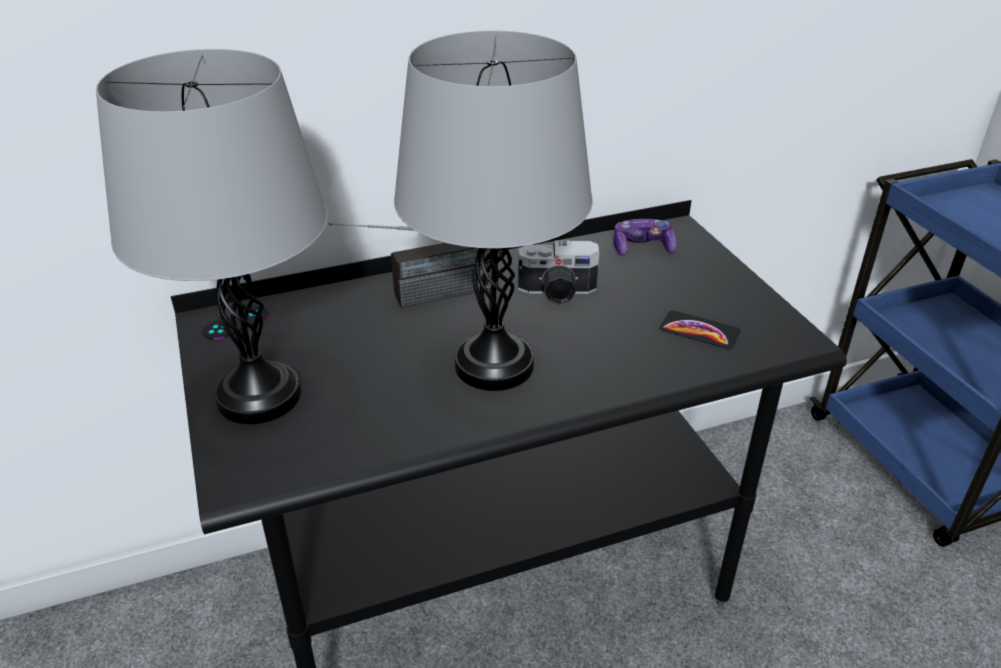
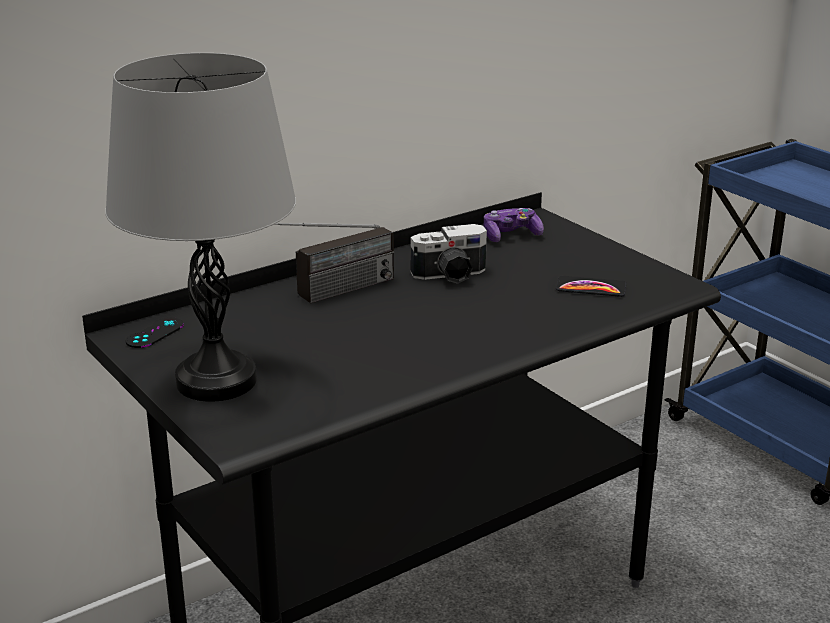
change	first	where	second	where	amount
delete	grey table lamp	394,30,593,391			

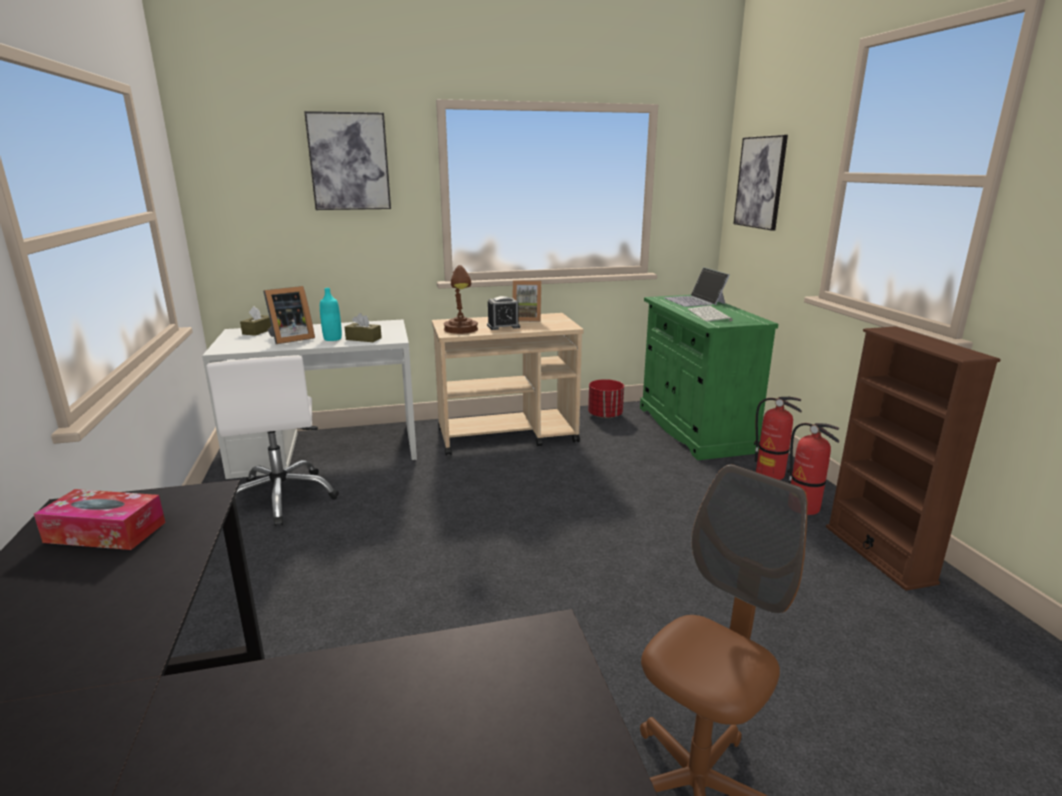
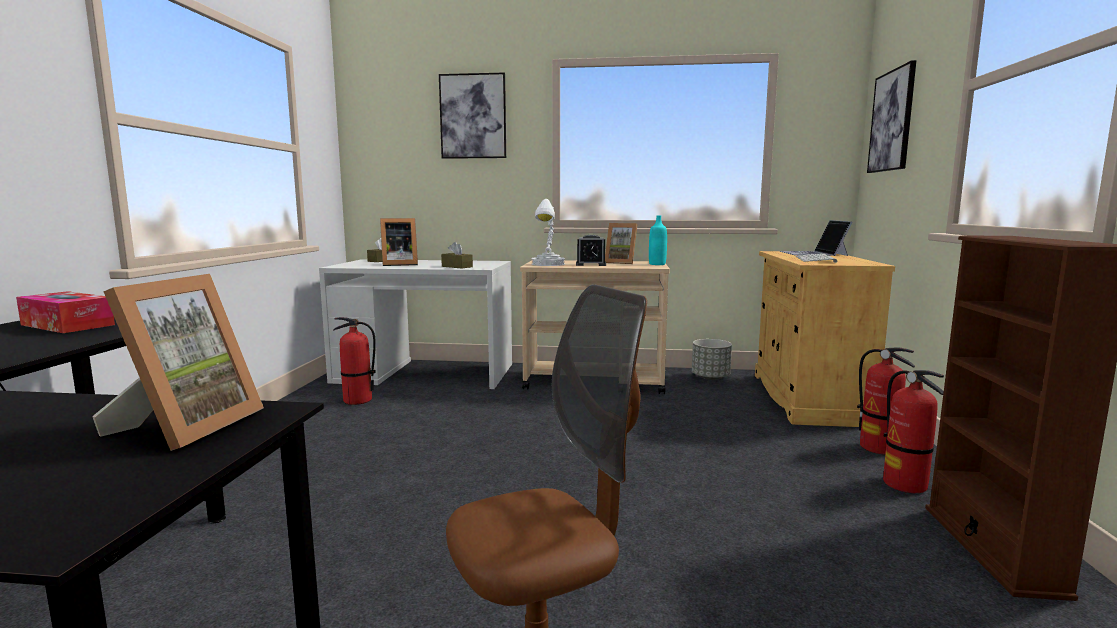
change	first	where	second	where	amount
replace	white office chair	206,356,339,526	fire extinguisher	333,317,376,405	
move	turquoise bottle	320,288,342,341		649,215,667,265	
recolor	brown table lamp	443,265,478,334	white table lamp	532,199,565,266	
recolor	red planter	588,379,624,419	grey planter	692,339,732,380	
recolor	green cabinet	640,295,778,460	beige cabinet	755,251,895,427	
insert			picture frame	92,274,264,451	

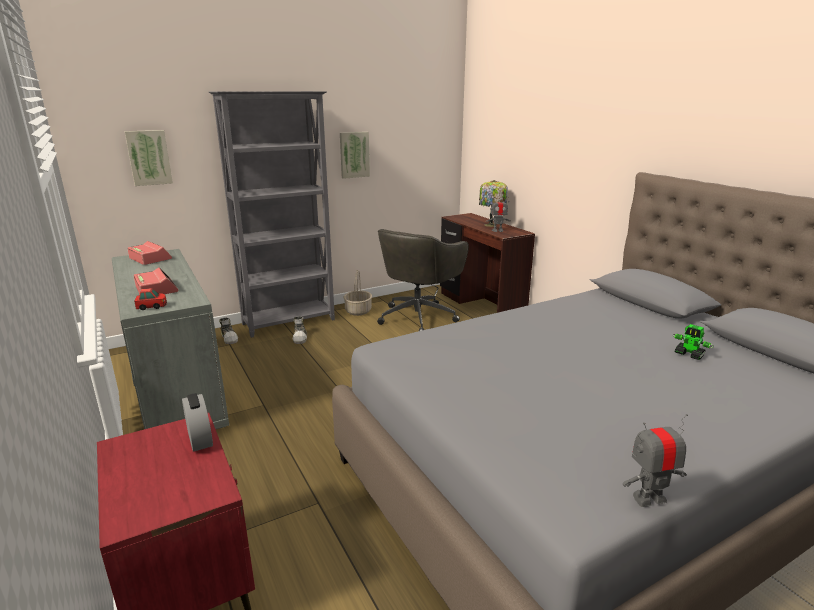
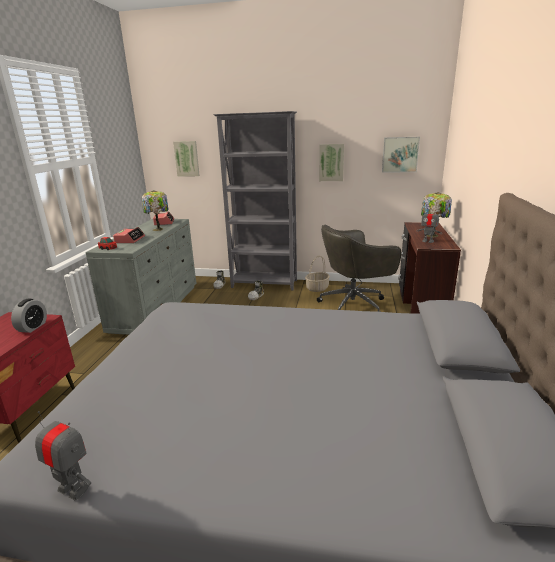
change	first	where	second	where	amount
delete	toy robot	673,324,714,360			
insert			table lamp	142,190,168,231	
insert			picture	382,137,420,173	

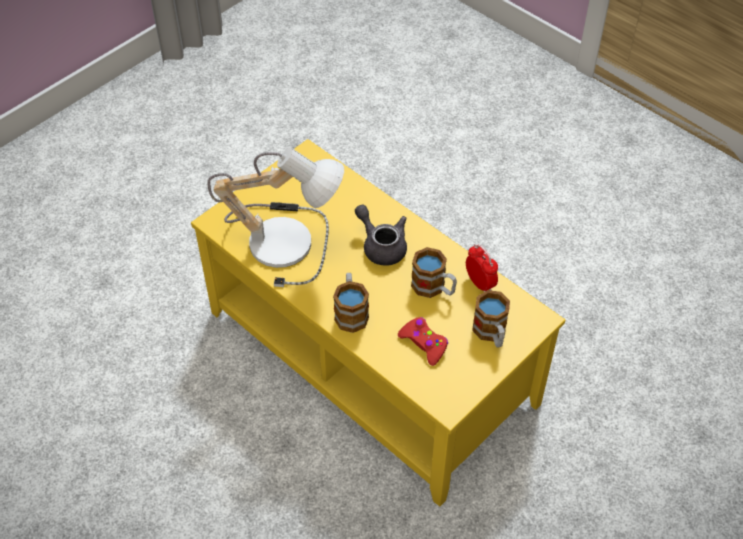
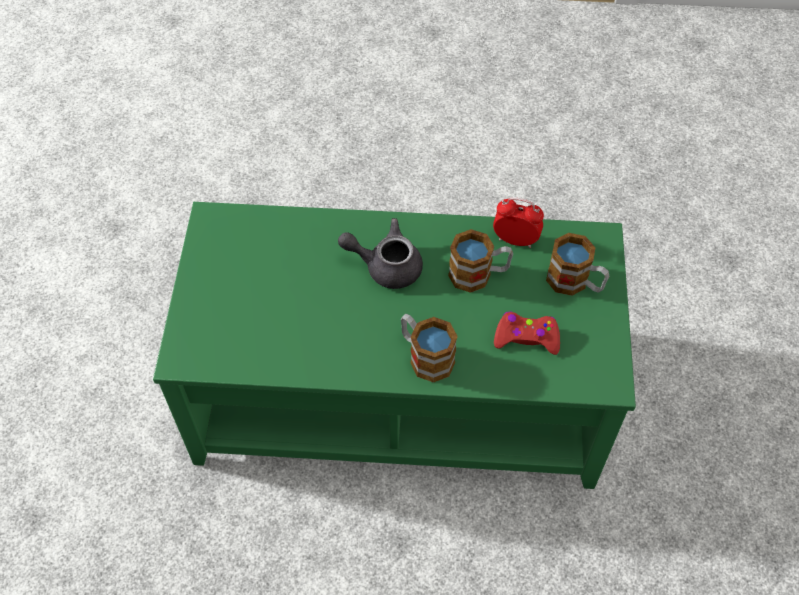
change	first	where	second	where	amount
recolor	yellow coffee table	191,139,565,507	green coffee table	153,202,636,489	
delete	table lamp	207,147,344,287			

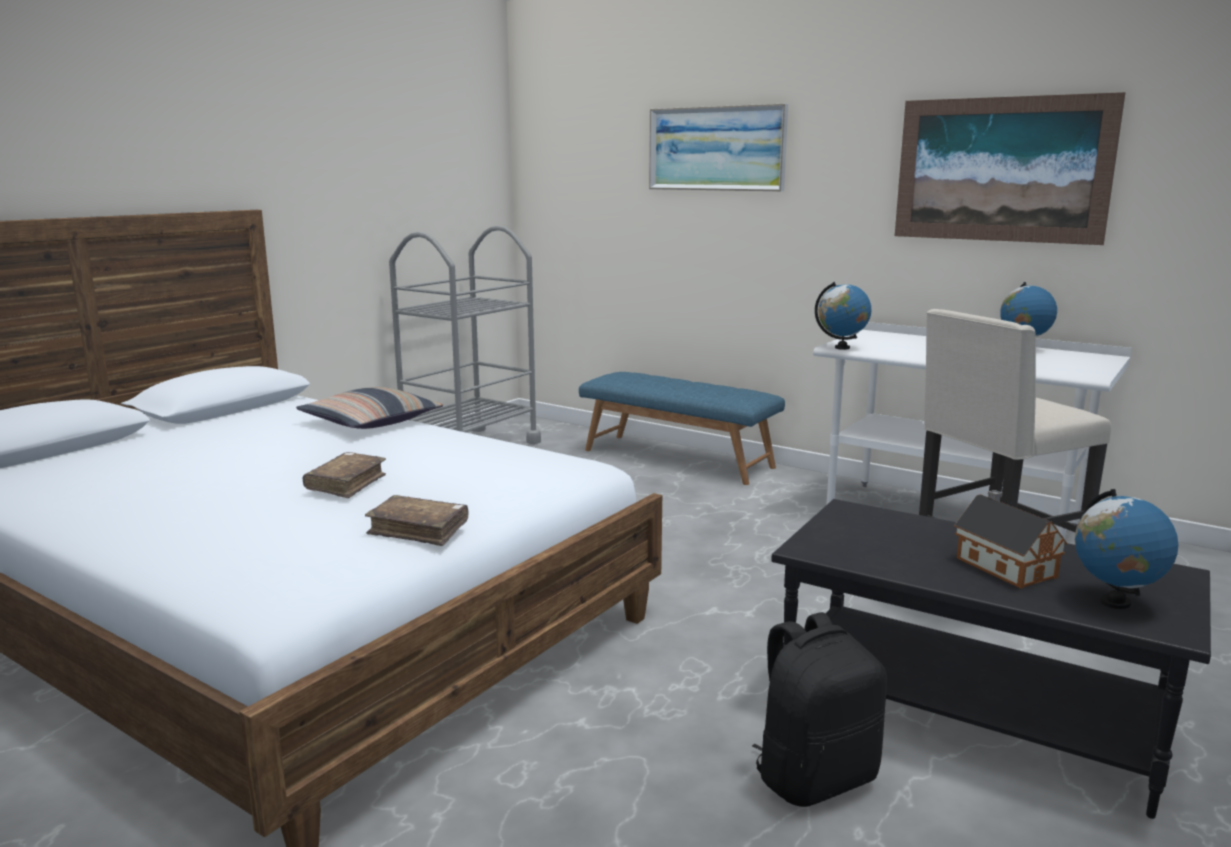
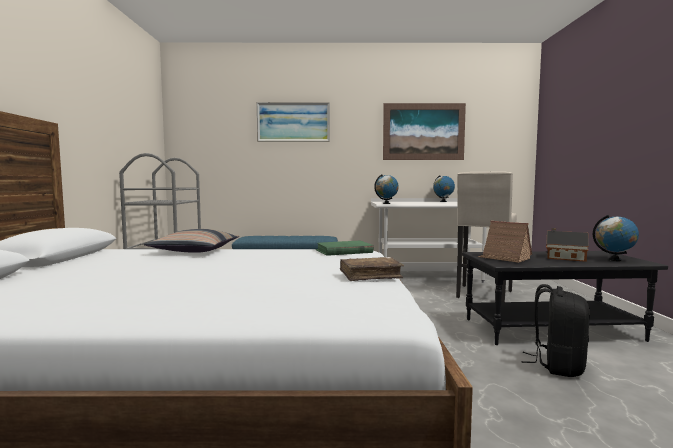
change	first	where	second	where	amount
delete	brown book	303,452,386,498			
insert			green book	316,241,374,256	
insert			toy house	477,221,532,263	

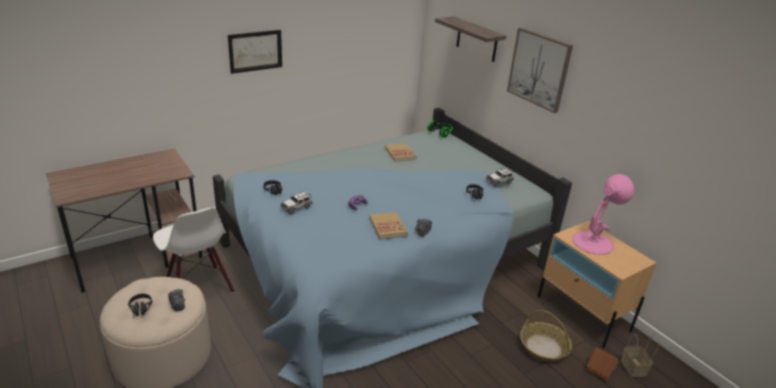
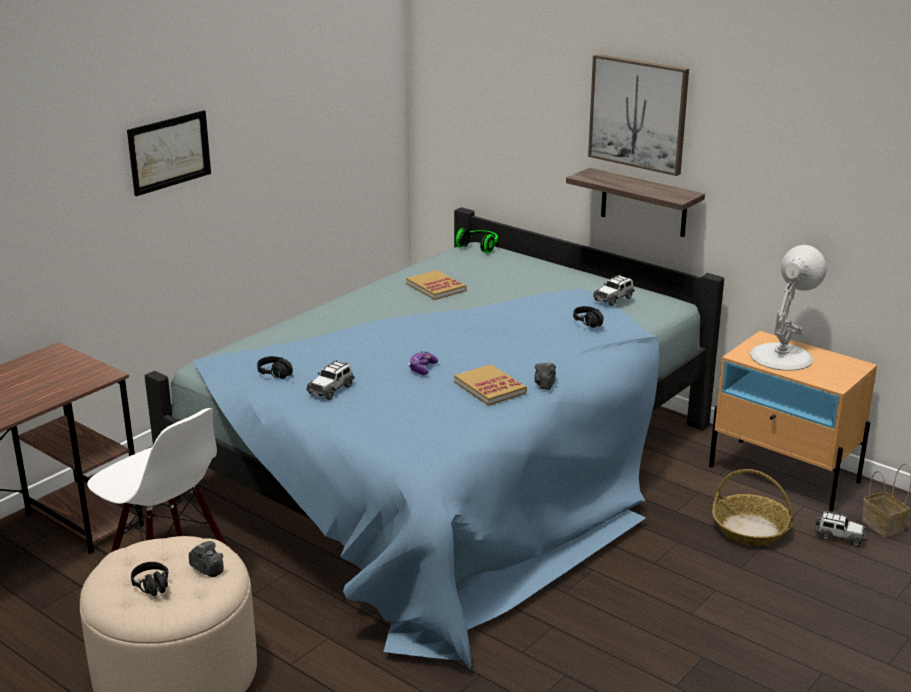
change	first	where	second	where	amount
move	shelf	435,17,506,62		566,168,705,237	
recolor	pink table lamp	572,174,634,255	white table lamp	750,245,827,371	
replace	toy house	587,347,619,381	toy car	815,511,867,547	

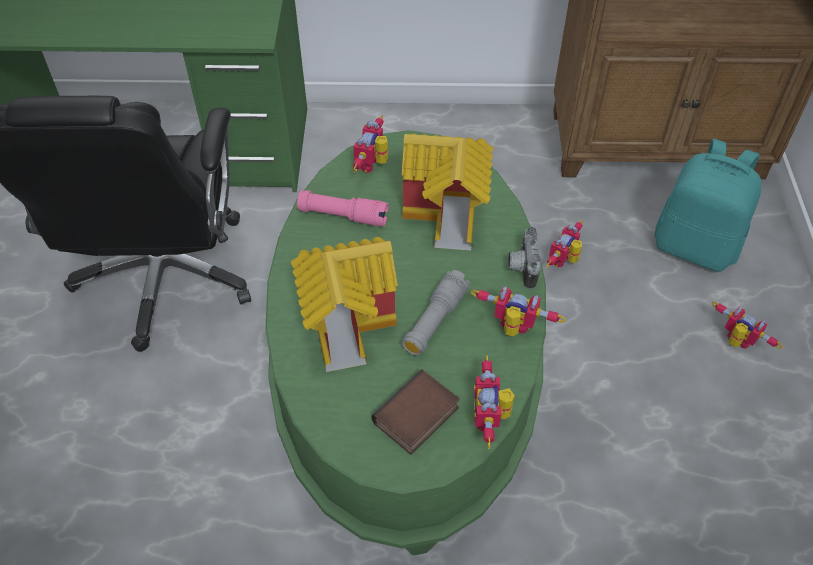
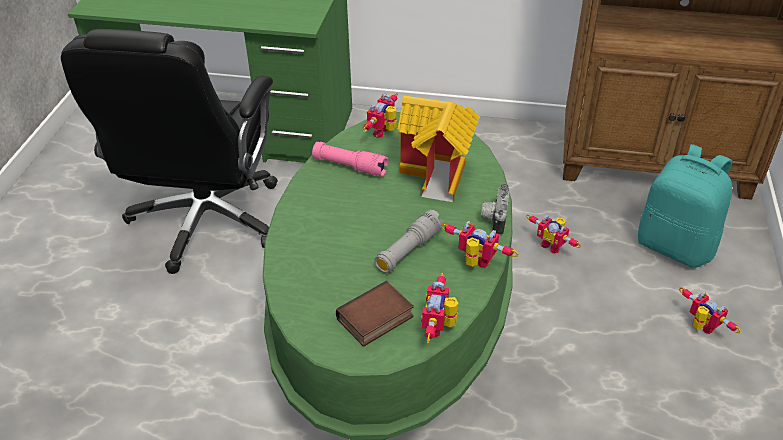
change	first	where	second	where	amount
delete	toy house	291,237,398,372			
rotate	toy robot	547,220,583,268		527,215,581,254	90 degrees counterclockwise

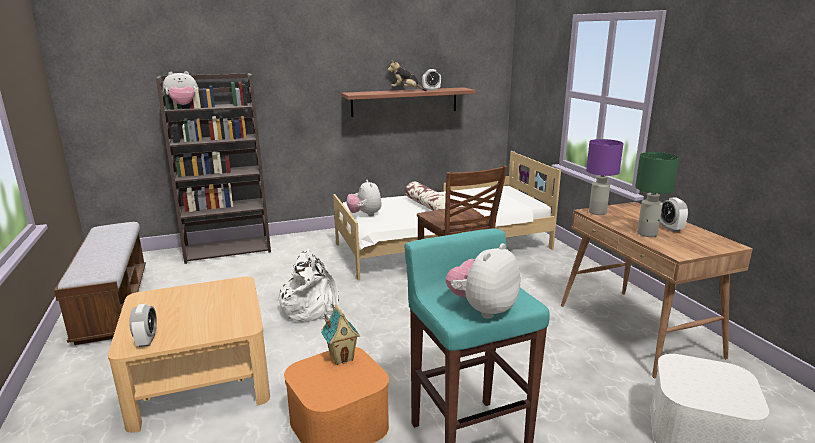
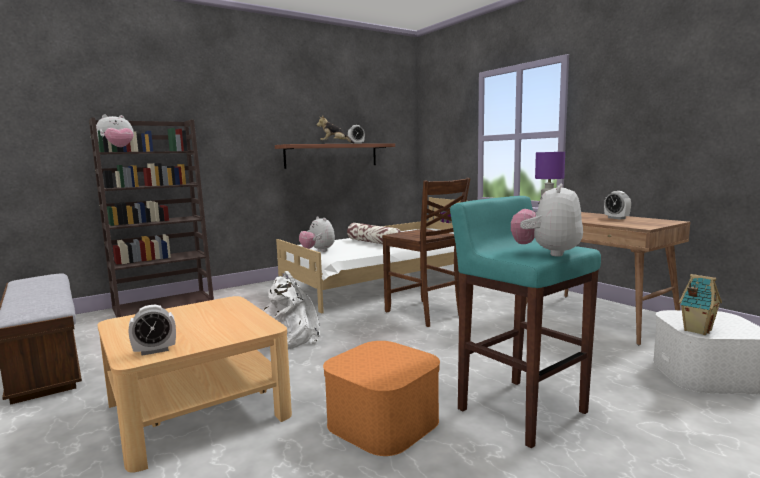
change	first	where	second	where	amount
rotate	alarm clock	129,304,157,347		129,305,176,356	90 degrees clockwise
move	toy house	321,304,360,365		679,274,722,335	
delete	green table lamp	635,152,680,237			

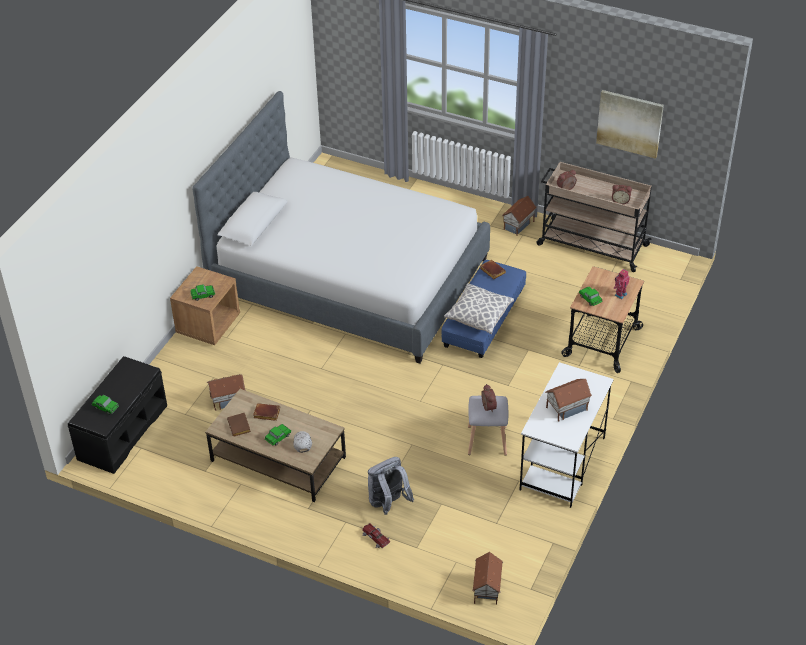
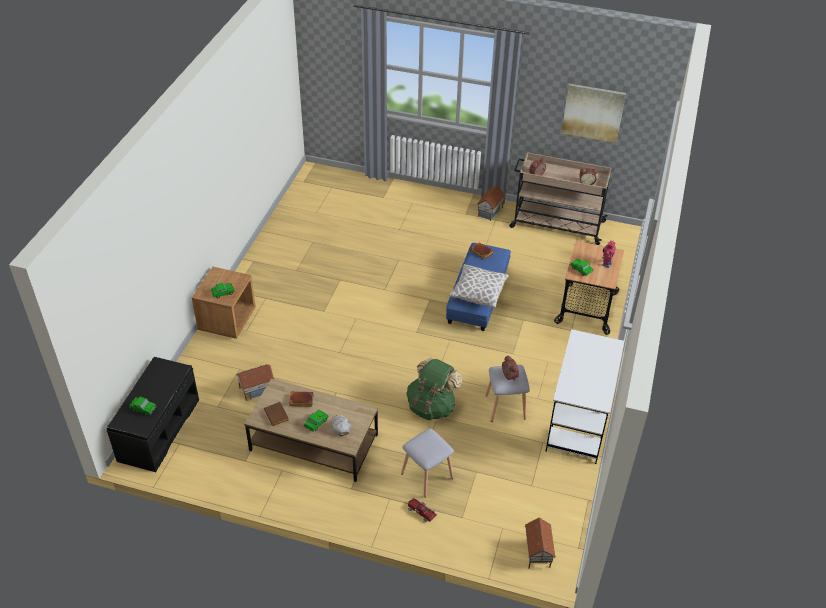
change	first	where	second	where	amount
delete	bed	192,91,490,363			
replace	grey backpack	368,457,414,515	grey stool	401,429,454,498	
delete	toy house	545,379,592,422			
insert			green backpack	407,357,462,420	

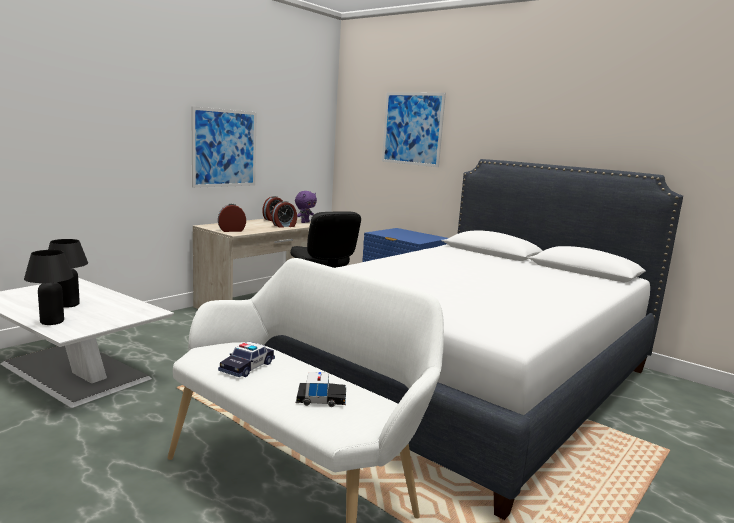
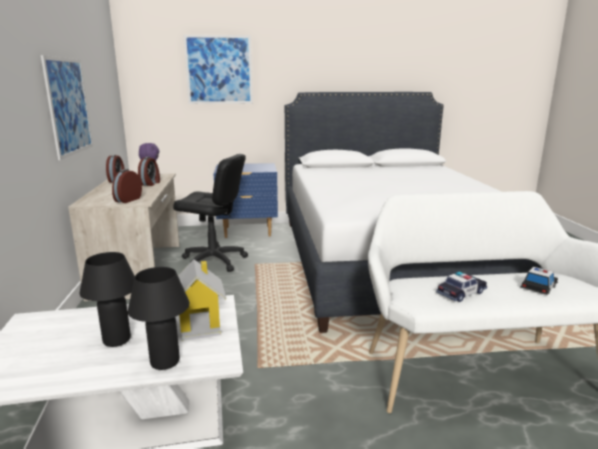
change	first	where	second	where	amount
rotate	toy car	218,341,275,377		436,272,487,302	105 degrees counterclockwise
insert			toy house	178,259,227,341	

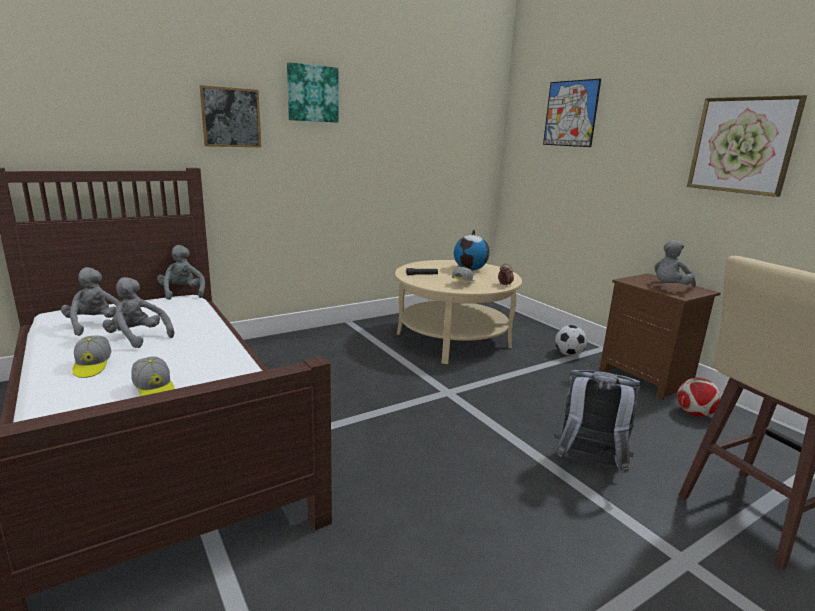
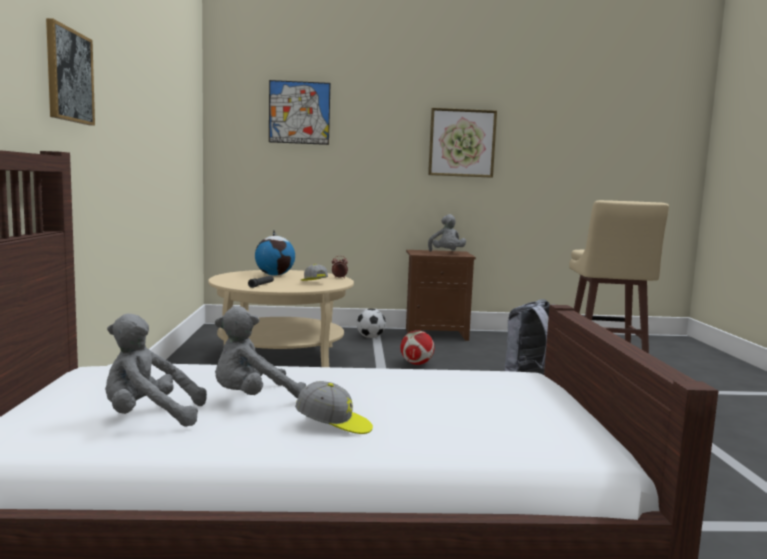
change	first	where	second	where	amount
delete	cap	131,356,175,396			
delete	grey plush toy	157,245,205,300			
delete	picture	287,62,339,123			
move	football	677,377,721,417		400,330,434,365	

